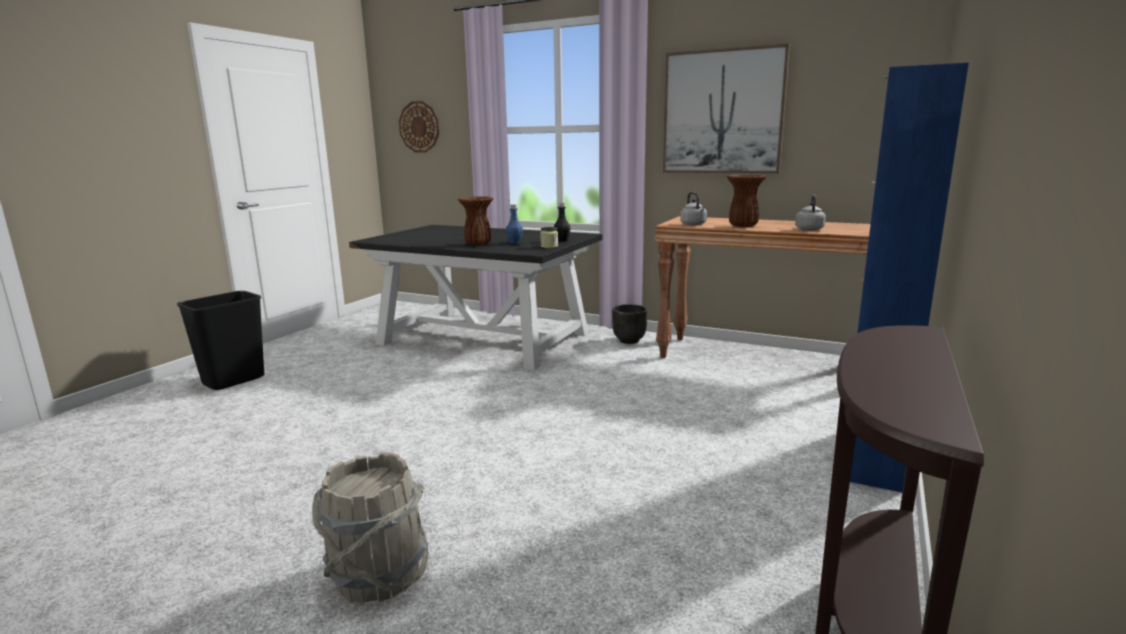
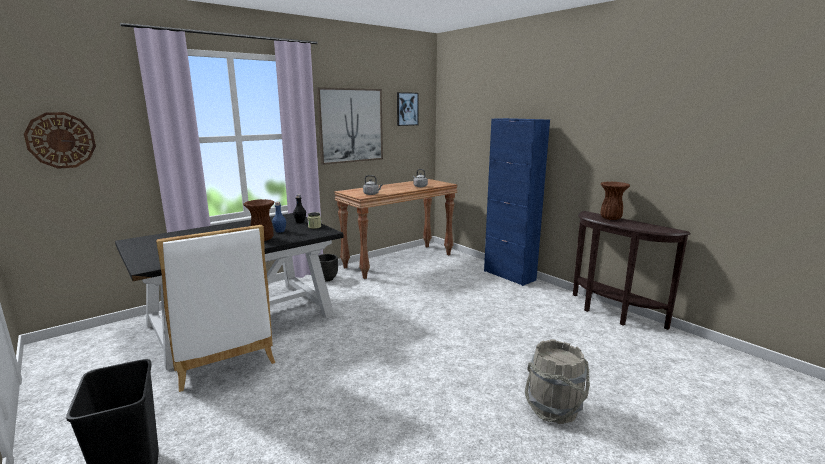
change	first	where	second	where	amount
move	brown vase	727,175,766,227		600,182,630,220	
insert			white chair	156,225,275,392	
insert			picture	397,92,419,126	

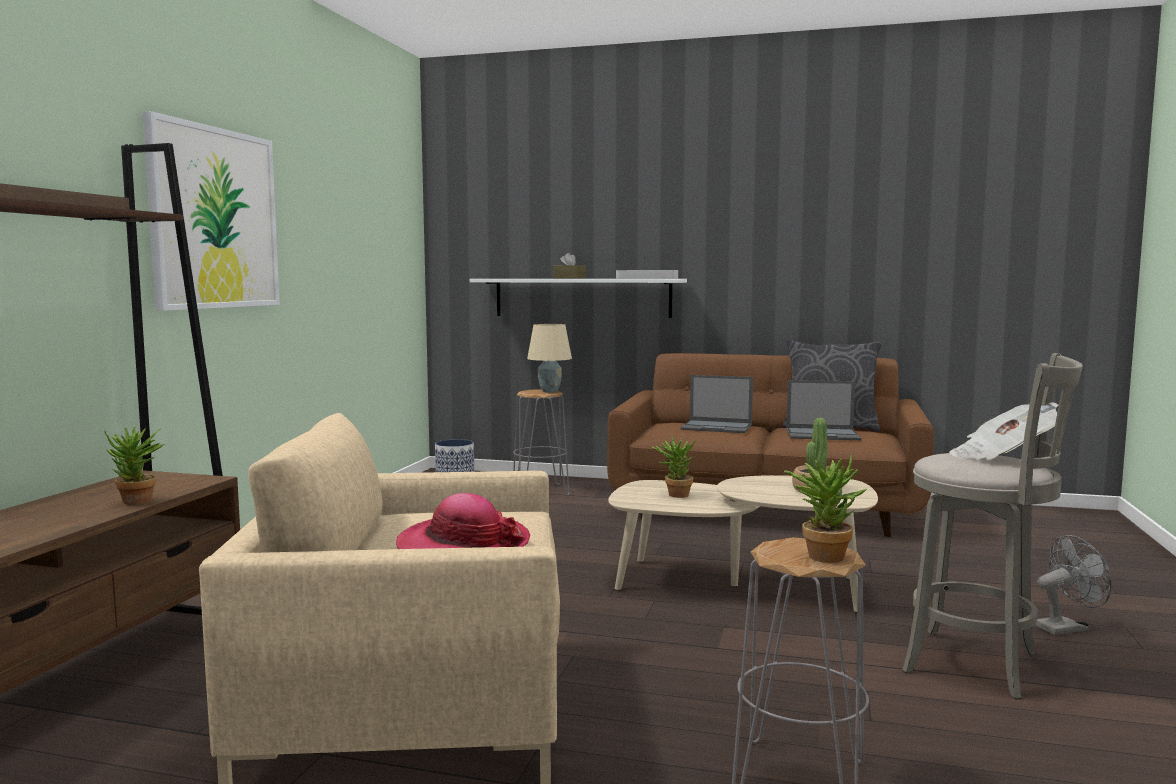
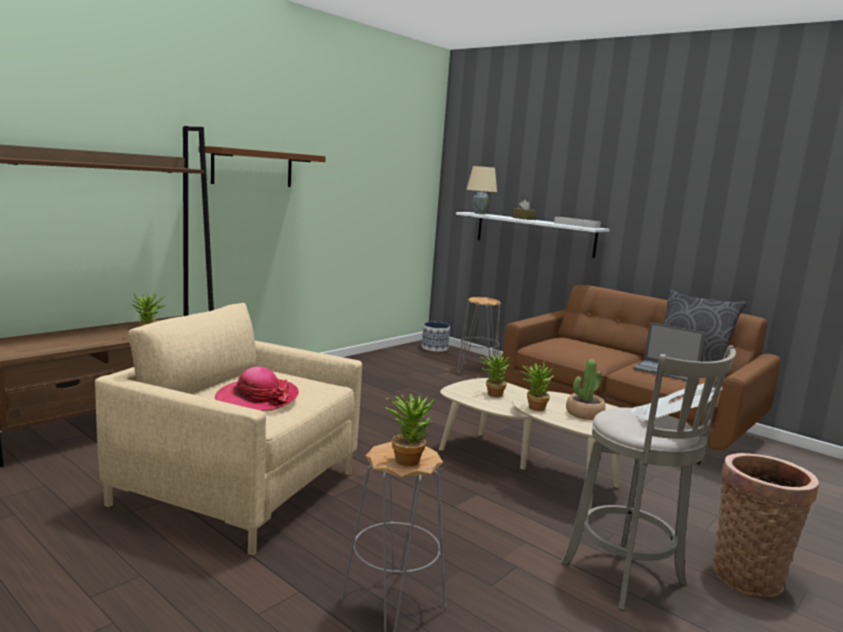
change	first	where	second	where	amount
replace	picture	142,111,280,311	brown shelf	199,146,326,187	
move	beige table lamp	527,324,572,393		466,166,497,214	
delete	laptop	680,375,753,433			
replace	grey fan	1035,535,1111,635	basket	712,453,819,598	
insert			potted plant	520,361,554,411	

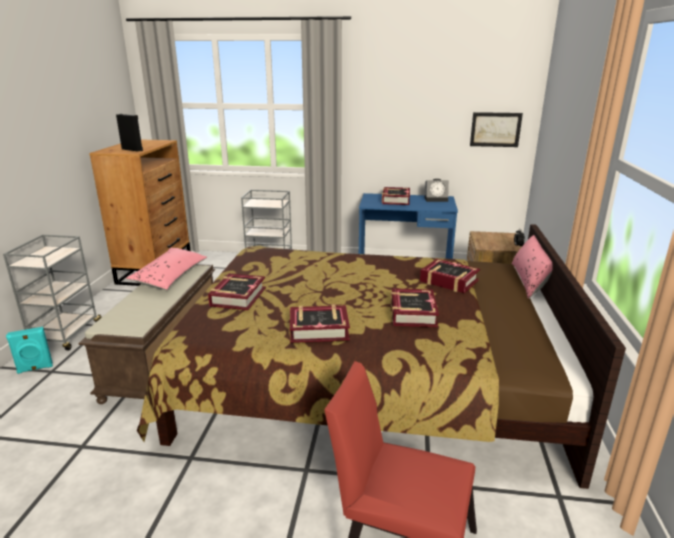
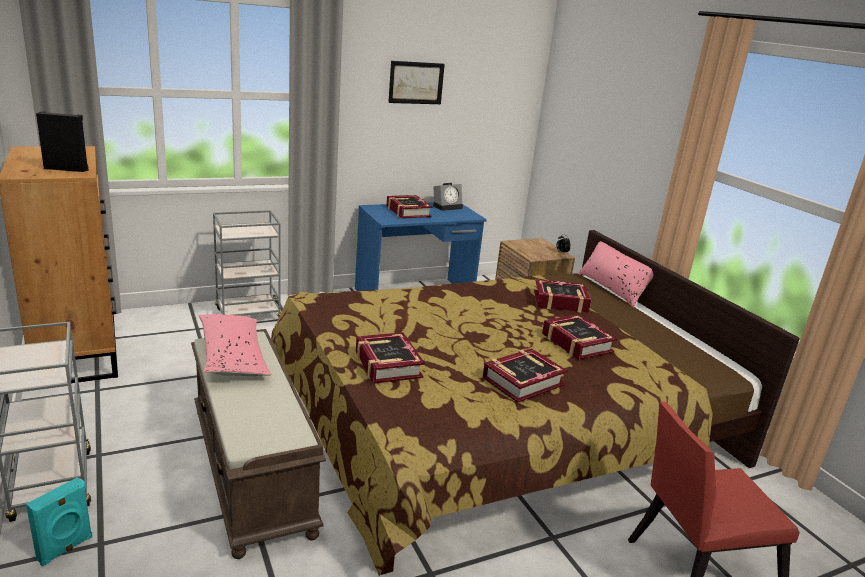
change	first	where	second	where	amount
move	picture	470,112,523,147		388,61,445,104	

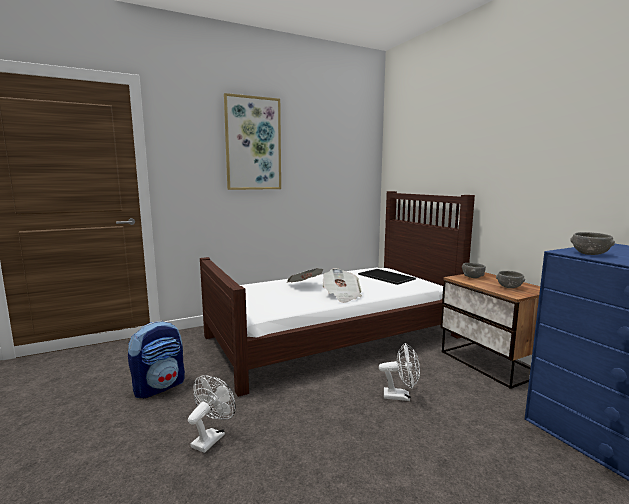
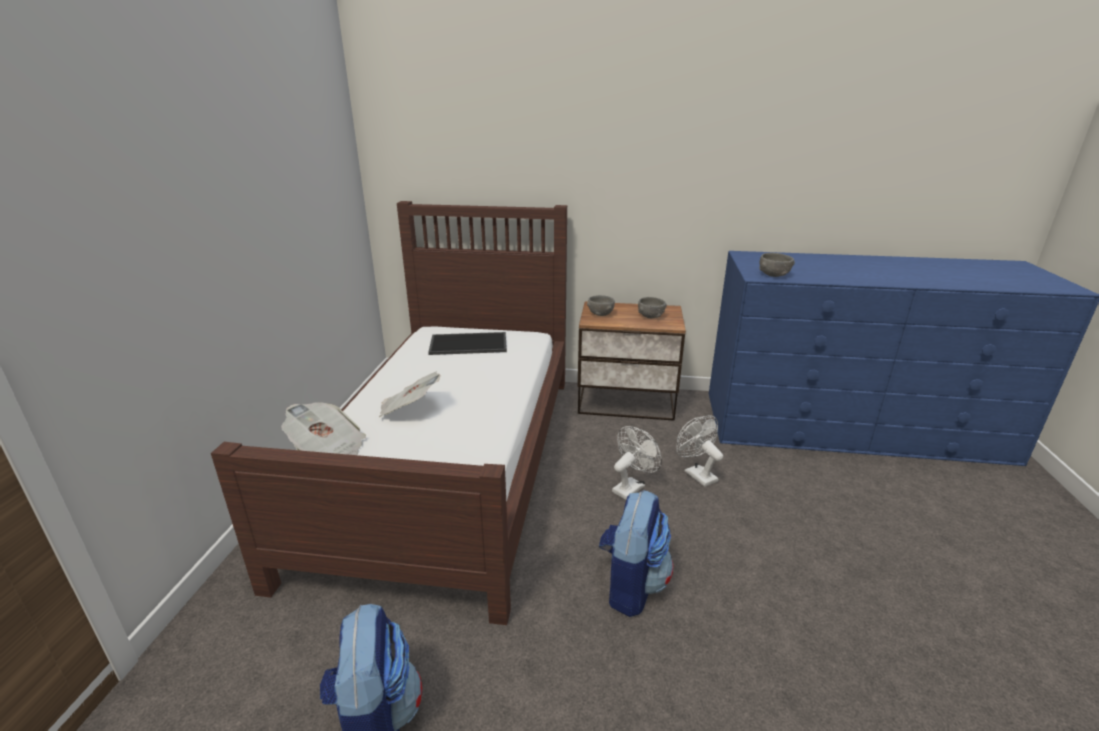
change	first	where	second	where	amount
move	white fan	188,375,236,453		676,415,723,487	
delete	picture	224,93,281,190			
move	newspaper	322,268,362,303		281,402,366,455	
insert			backpack	599,490,673,617	

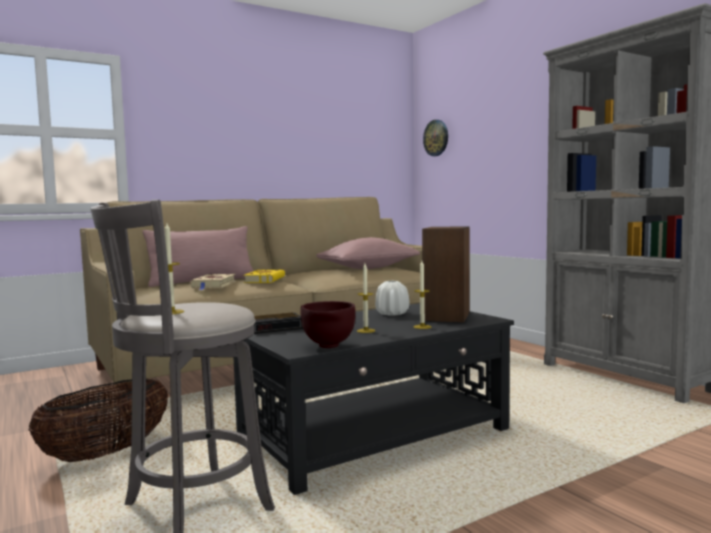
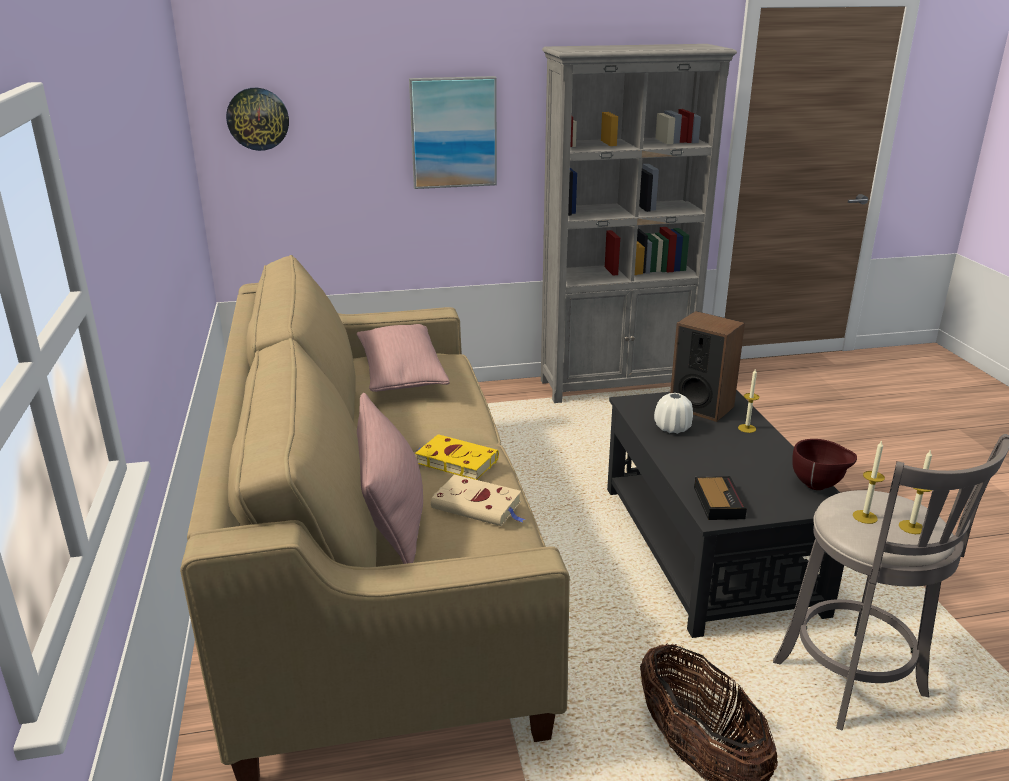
change	first	where	second	where	amount
move	candle	357,263,375,333		853,440,885,524	
insert			picture	409,76,497,189	

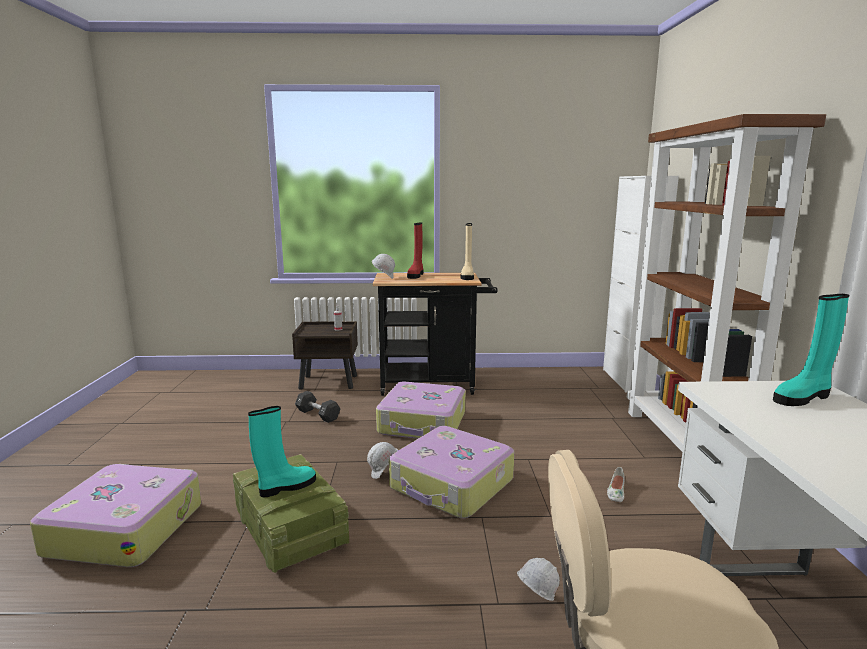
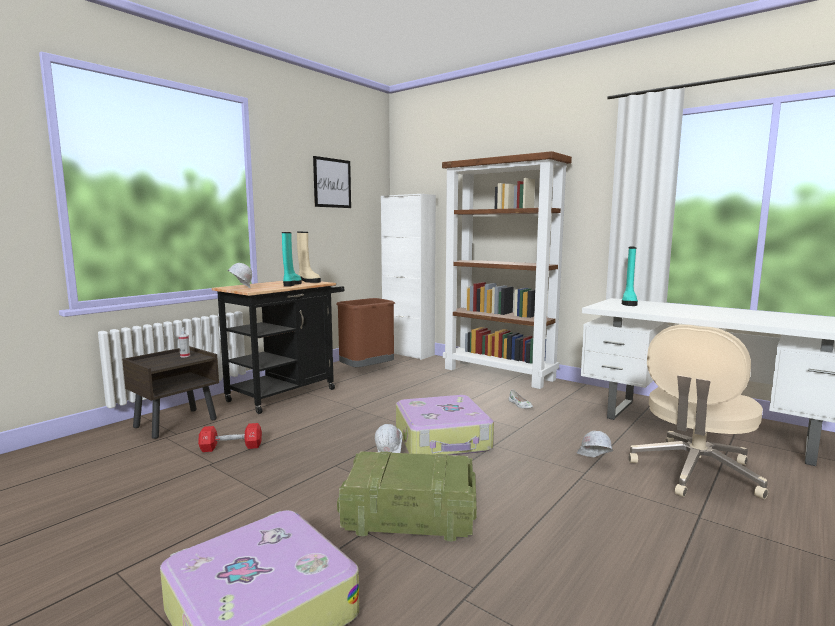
change	first	where	second	where	amount
move	turquoise boot	248,406,316,497		282,232,302,287	
recolor	black dumbbell	295,391,340,423	red dumbbell	198,423,262,452	
delete	suitcase	376,382,465,439			
delete	red boot	407,222,424,279			
insert			picture	313,156,351,208	
insert			brown trash can	336,298,395,367	

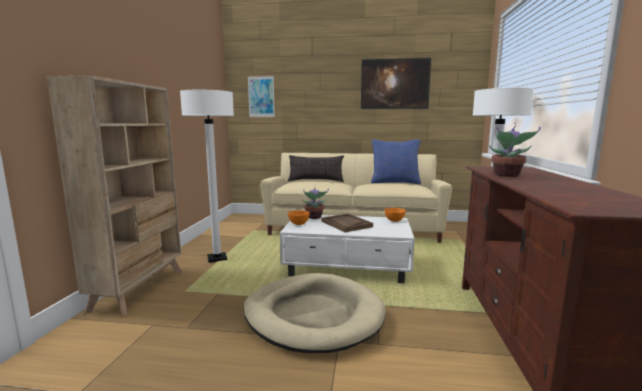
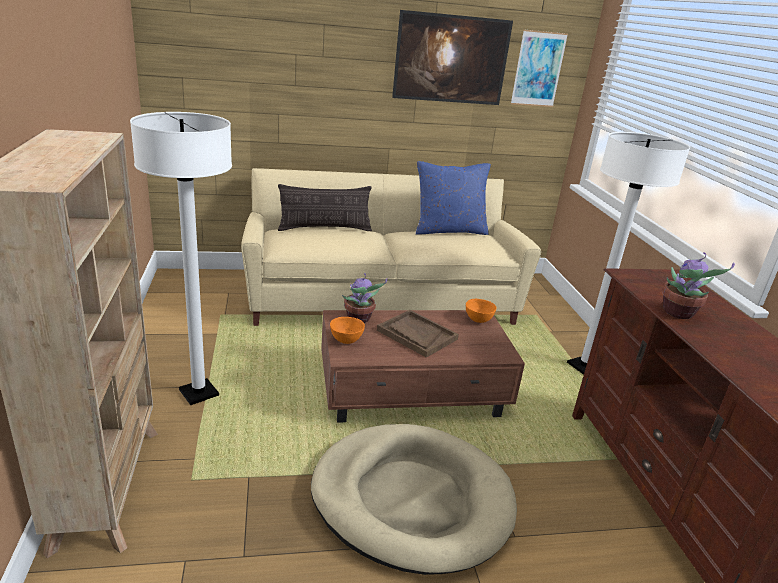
change	first	where	second	where	amount
move	picture	248,76,275,118		511,30,568,107	
recolor	white coffee table	280,215,415,283	brown coffee table	321,310,525,423	

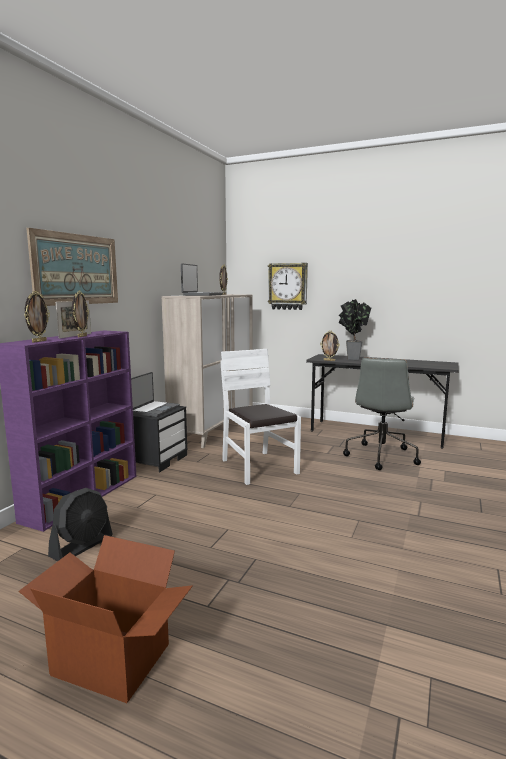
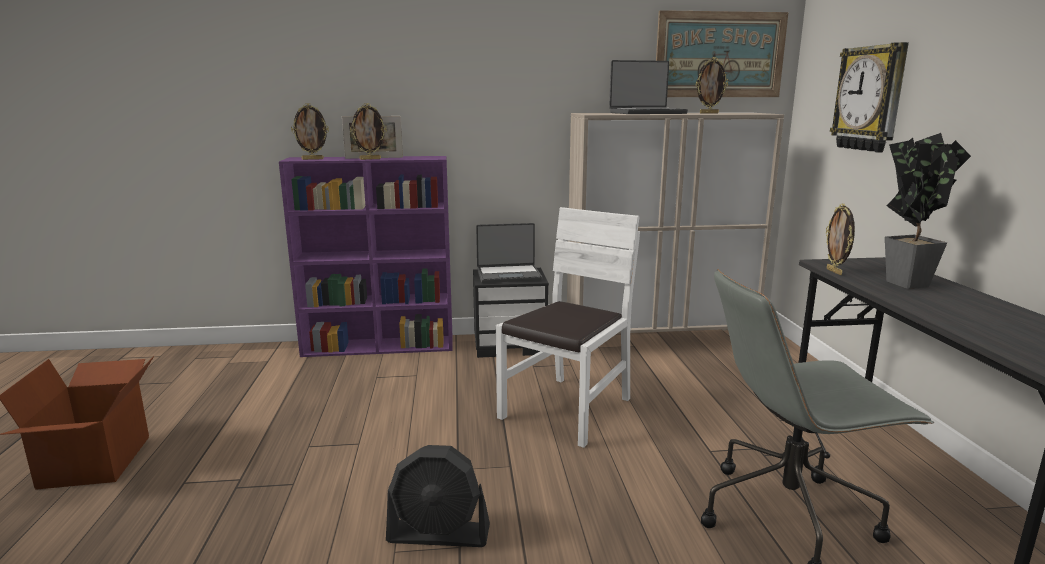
change	first	where	second	where	amount
move	picture	26,228,118,306		656,10,789,97	
move	black fan	48,488,113,561		386,445,490,547	

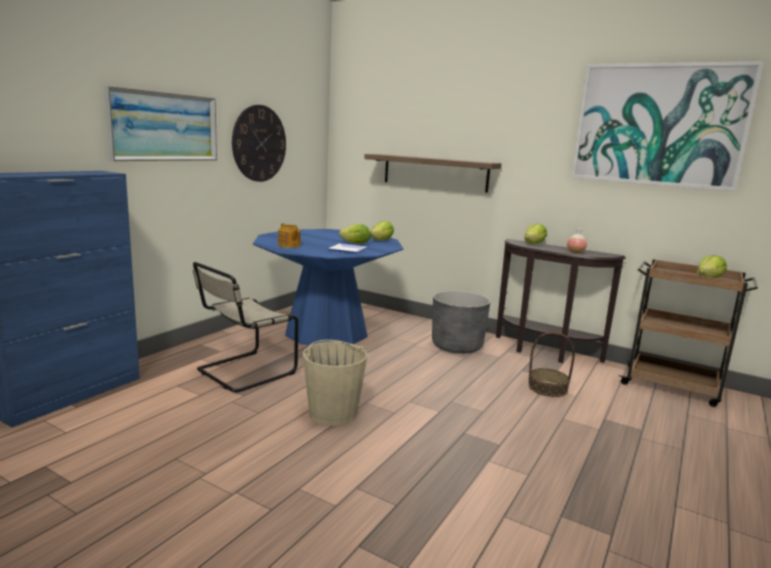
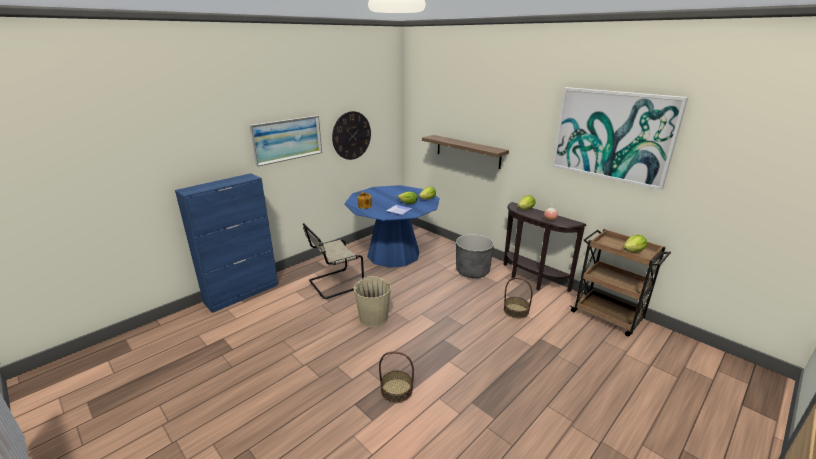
change	first	where	second	where	amount
insert			basket	379,351,414,403	

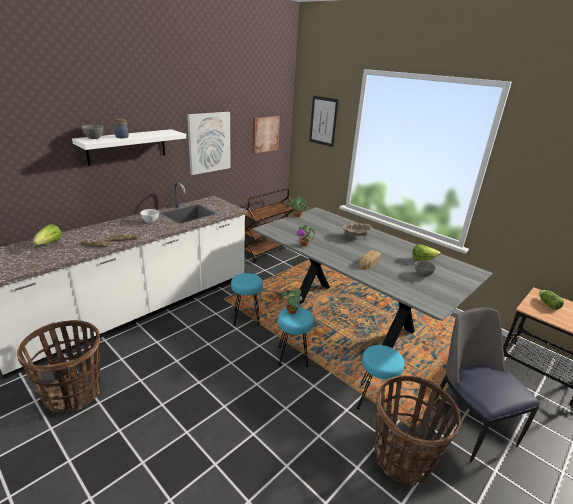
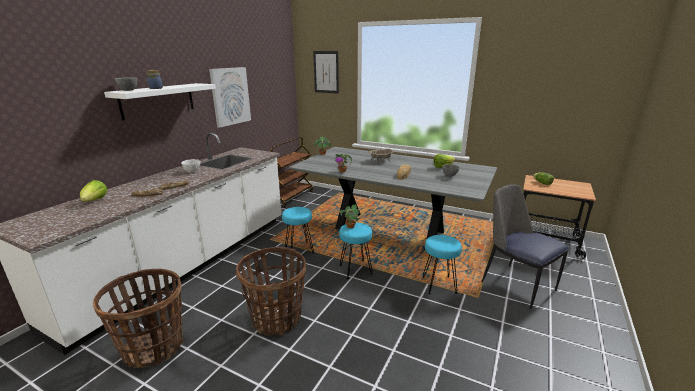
change	first	where	second	where	amount
delete	picture	252,116,280,154			
move	basket	375,375,461,486		236,247,306,336	

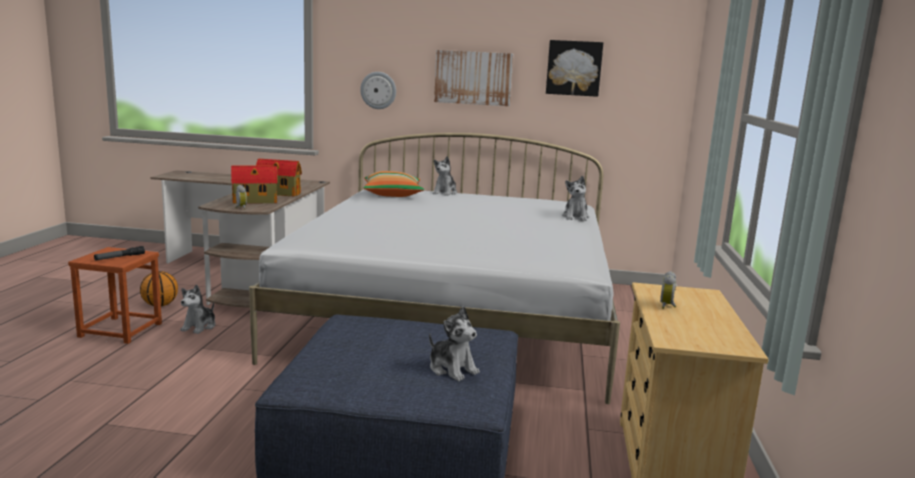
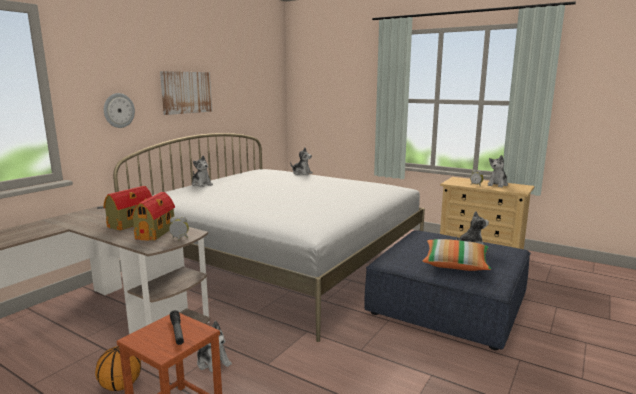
change	first	where	second	where	amount
move	pillow	364,171,424,197		422,239,491,271	
delete	picture	546,40,603,97			
insert			plush toy	488,155,508,187	

